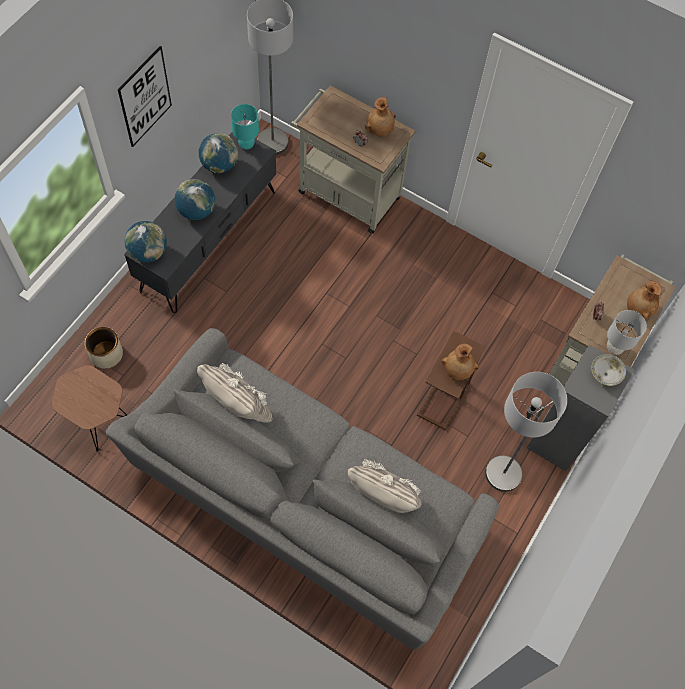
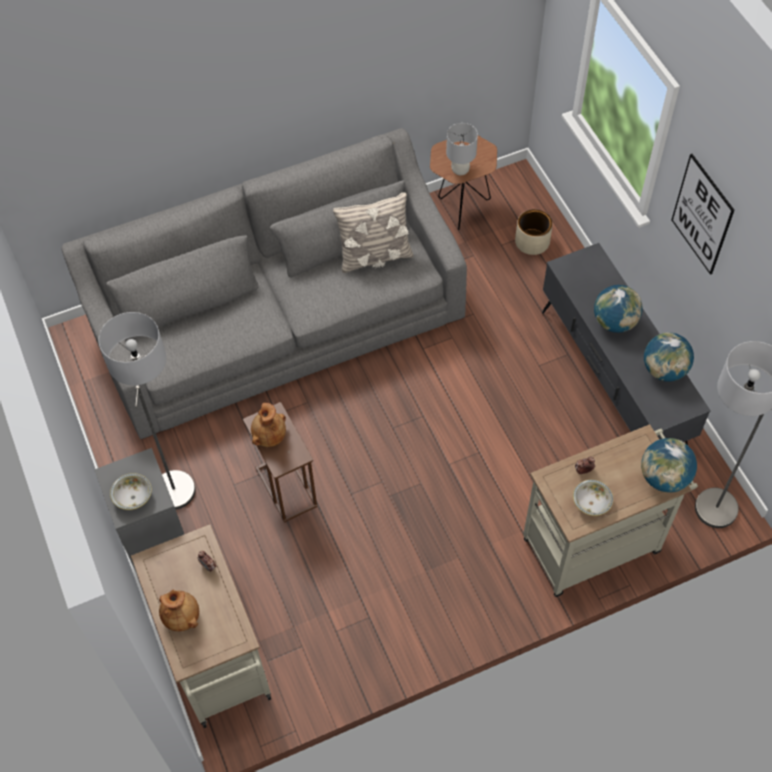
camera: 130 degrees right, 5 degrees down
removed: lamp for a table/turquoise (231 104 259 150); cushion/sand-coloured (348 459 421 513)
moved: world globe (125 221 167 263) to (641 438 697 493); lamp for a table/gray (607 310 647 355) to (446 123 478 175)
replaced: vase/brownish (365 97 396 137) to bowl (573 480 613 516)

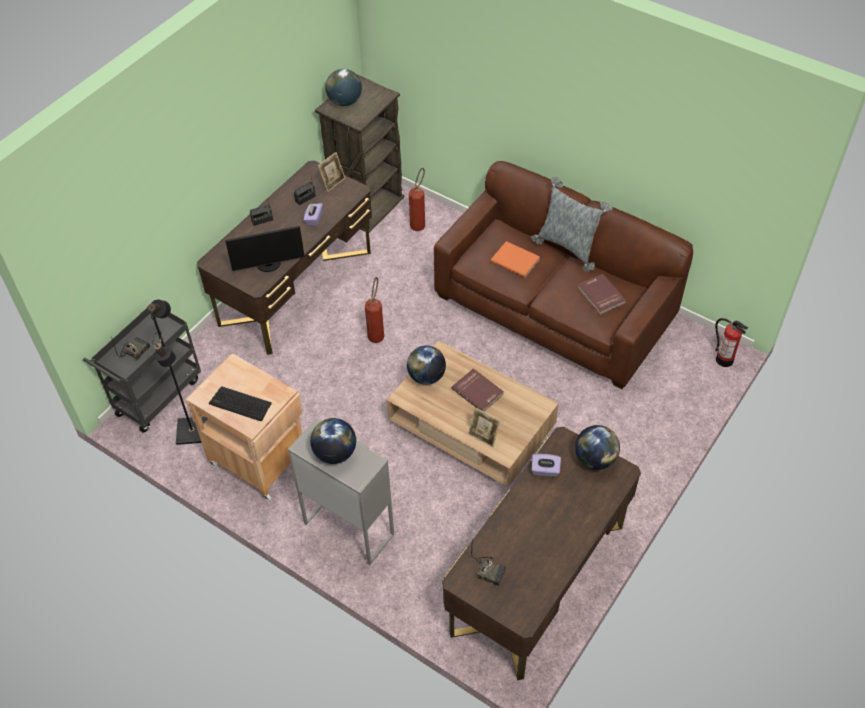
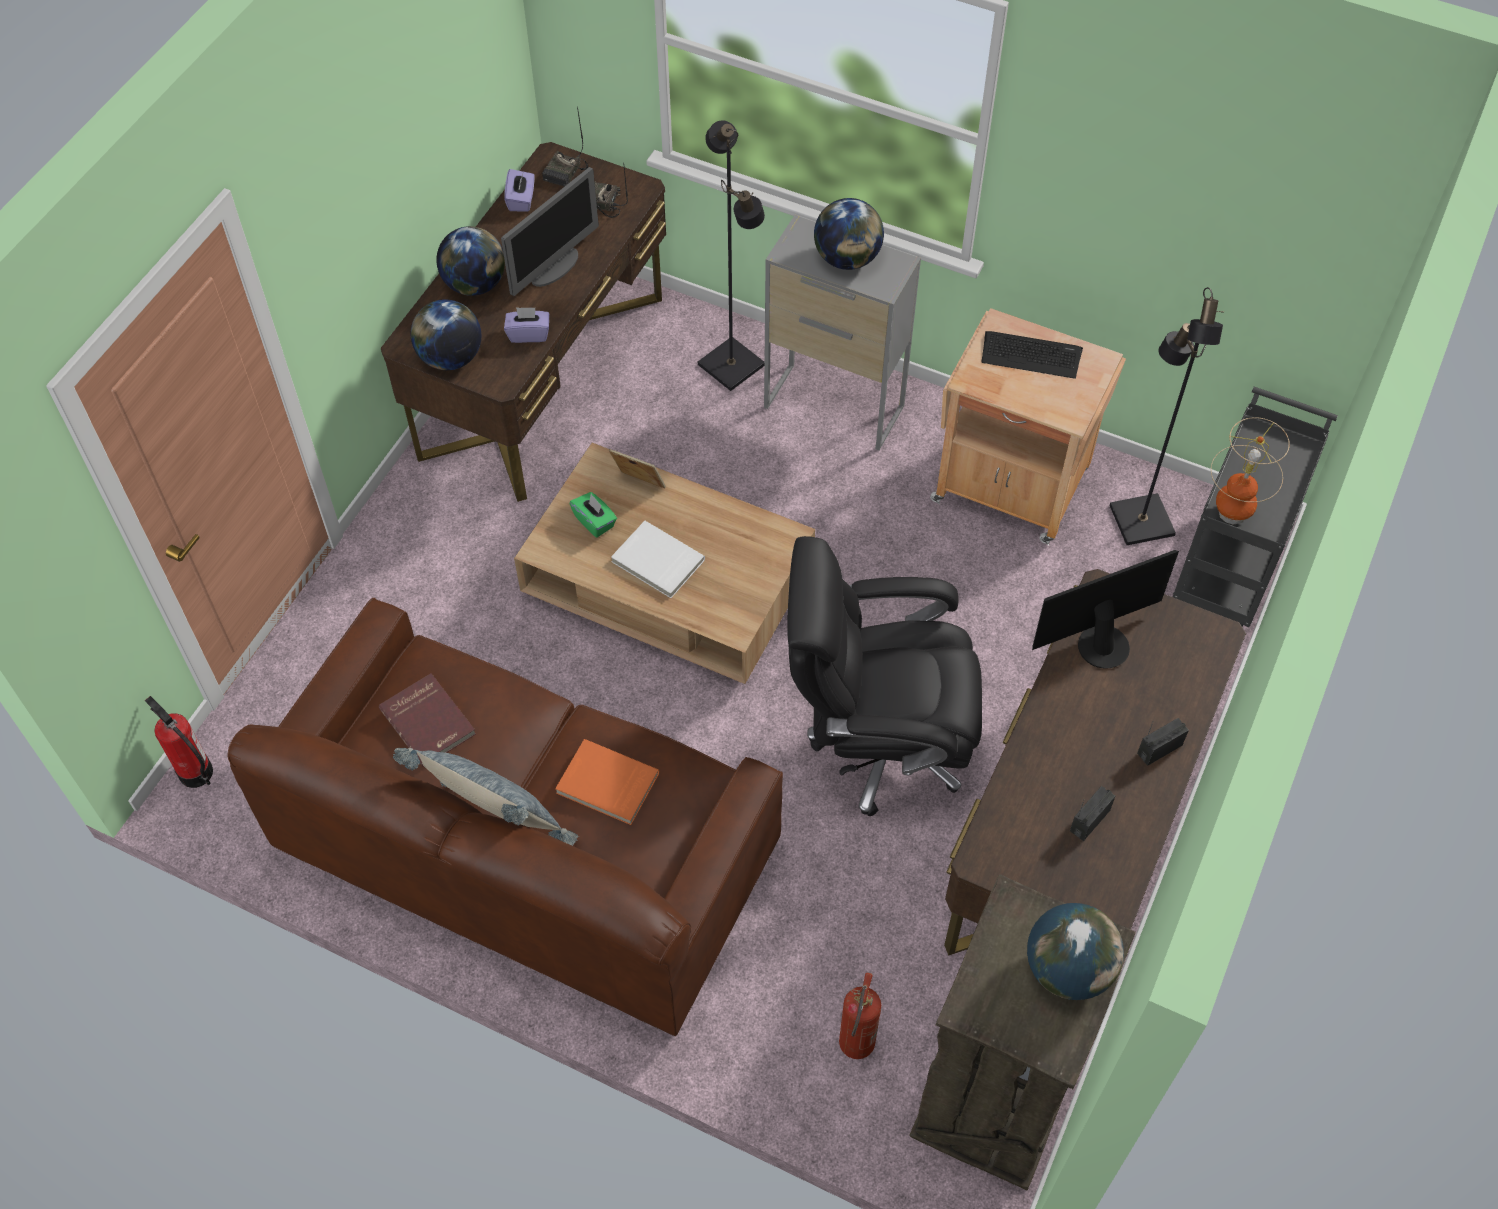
camera: 170 degrees right, 5 degrees up
removed: standing frame (318 152 345 192)
added: computer screen (501 167 599 296); box of tissues/green (569 492 617 538); floor lamp/black (698 120 765 391); lamp for a table (1211 417 1290 525)
moved: radio receiver (111 336 151 361) to (542 106 588 187); box of tissues/purplish (304 203 323 227) to (504 169 535 212); world globe (407 346 446 385) to (437 226 505 296)
replaced: extinguisher (365 277 384 343) to office chair/black (787 536 982 816)
recoloured: book/red-coloured (452 368 504 412) to book/white (611 521 705 598)

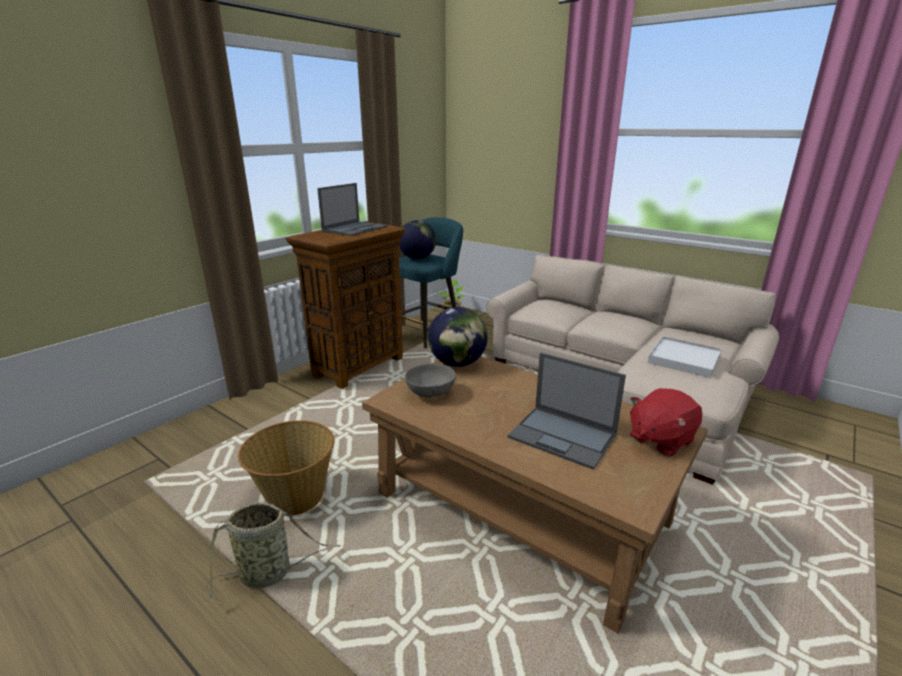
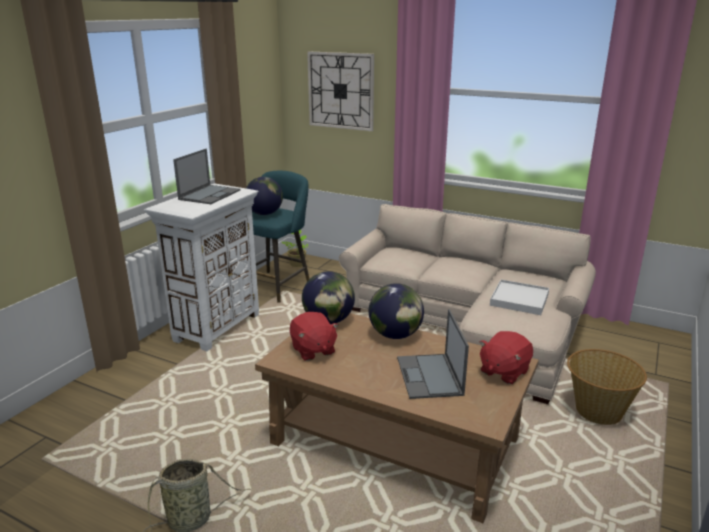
camera: 10 degrees left, 0 degrees up
added: wall clock (307 52 374 131); world globe (369 283 424 339)
moved: storage basket (238 420 334 516) to (567 349 647 425)
replaced: bowl/gray (405 364 456 397) to cuddly toy/red-coloured (290 312 339 361)
recoloured: cabinet/brownish (285 221 406 389) to cabinet/white (144 183 259 351)
turned: portable computer (508 352 626 470) = (397 309 469 399) 60 degrees clockwise

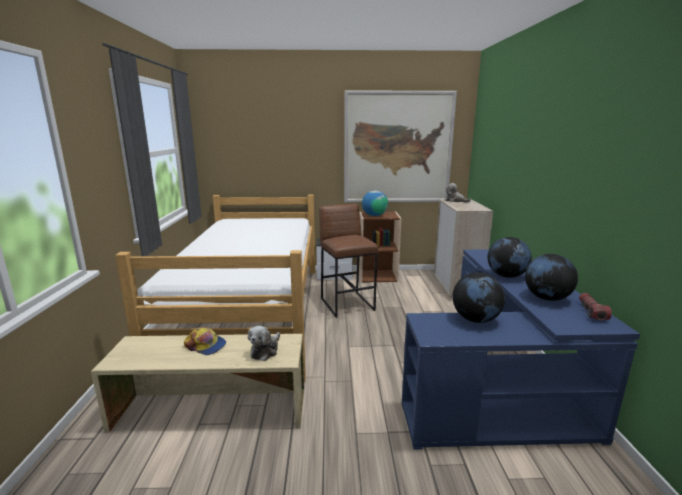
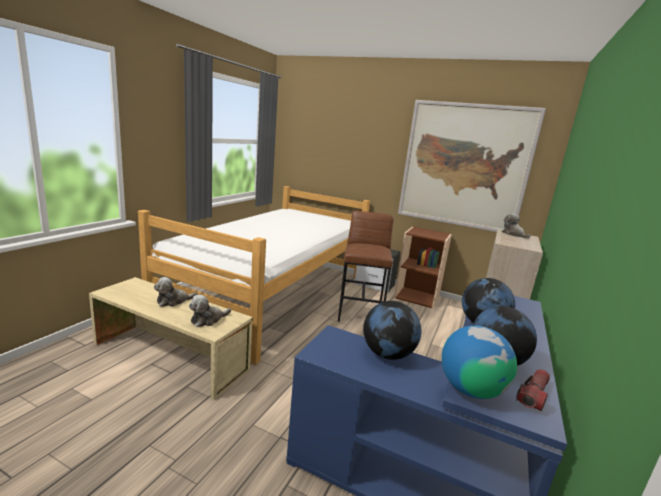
camera: 25 degrees right, 0 degrees up
moved: world globe (362 191 388 216) to (442 326 517 399)
replaced: cap (184 327 226 355) to cuddly toy (154 277 197 307)

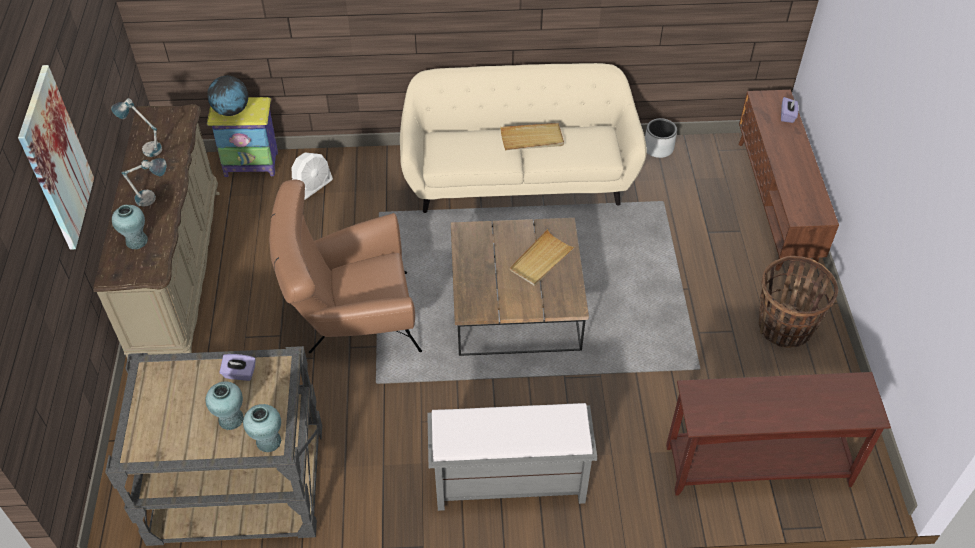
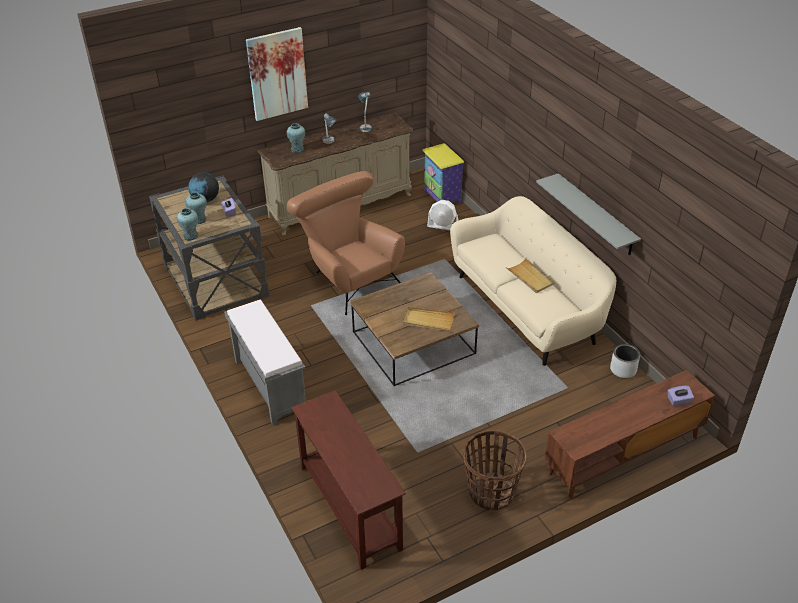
camera: 65 degrees right, 10 degrees down
added: wall shelf/gray (536 173 641 255)
moved: world globe (207 76 248 116) to (188 172 219 202)

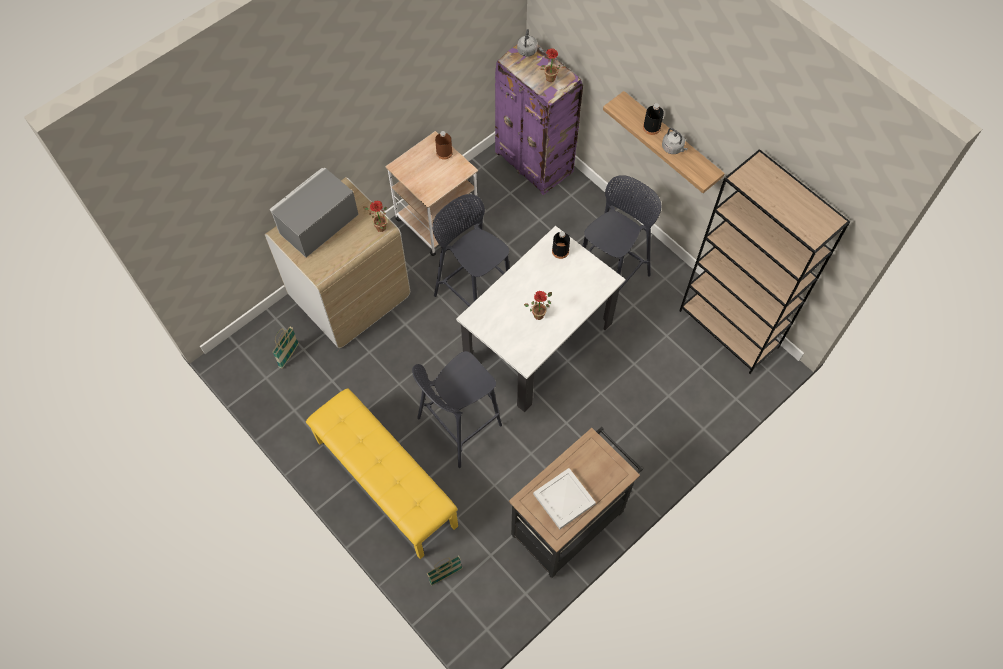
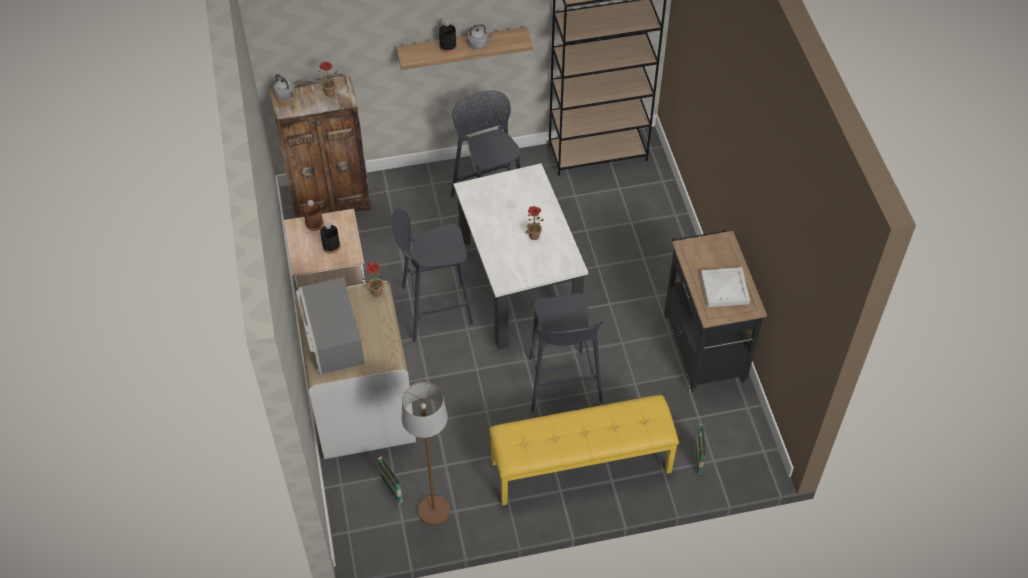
camera: 60 degrees left, 10 degrees down
added: floor lamp/brownish (402 382 450 525)
moved: bottle/black (552 231 570 259) to (320 223 340 254)
recoloured: cabinet/purplish (495 45 583 195) to cabinet/brownish (269 75 372 218)

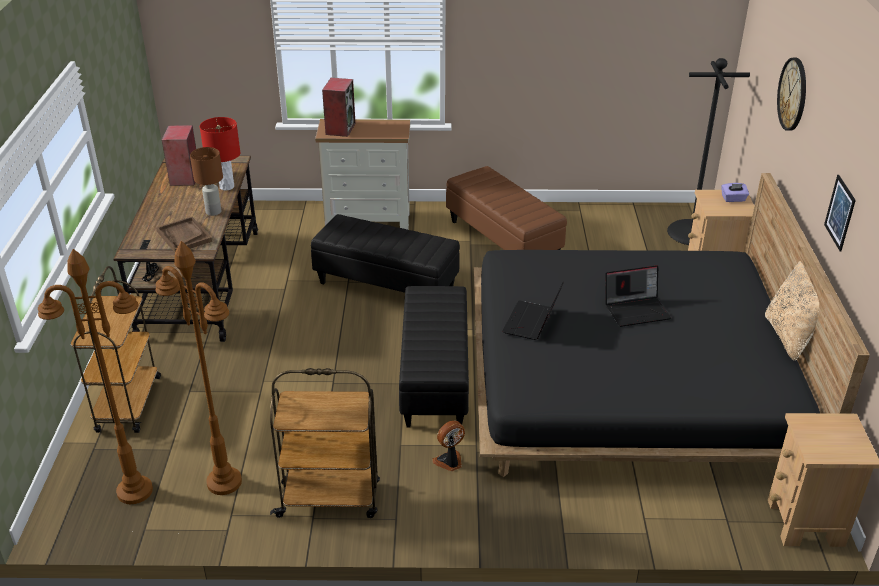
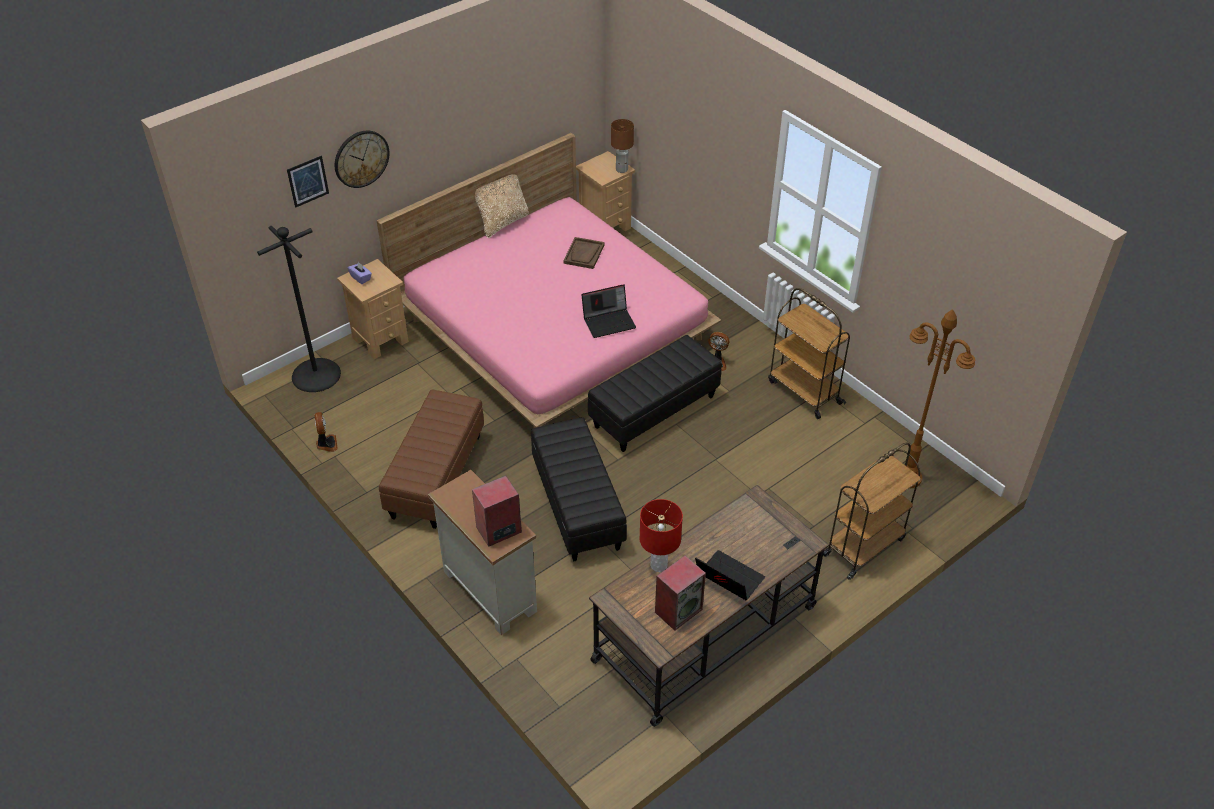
camera: 130 degrees left, 10 degrees up
removed: floor lamp/brownish (155 241 242 495)
added: cooling fan (315 412 338 452)
moved: serving tray/brownish (156 217 212 252) to (563 237 604 269); lamp for a table/brownish (190 147 223 216) to (611 119 634 173); portable computer (606 265 671 327) to (695 550 765 600); wall art (824 175 856 251) to (287 156 329 208)
recoloured: bed/black (474 173 870 477) to bed/pinkish (377 133 721 428)

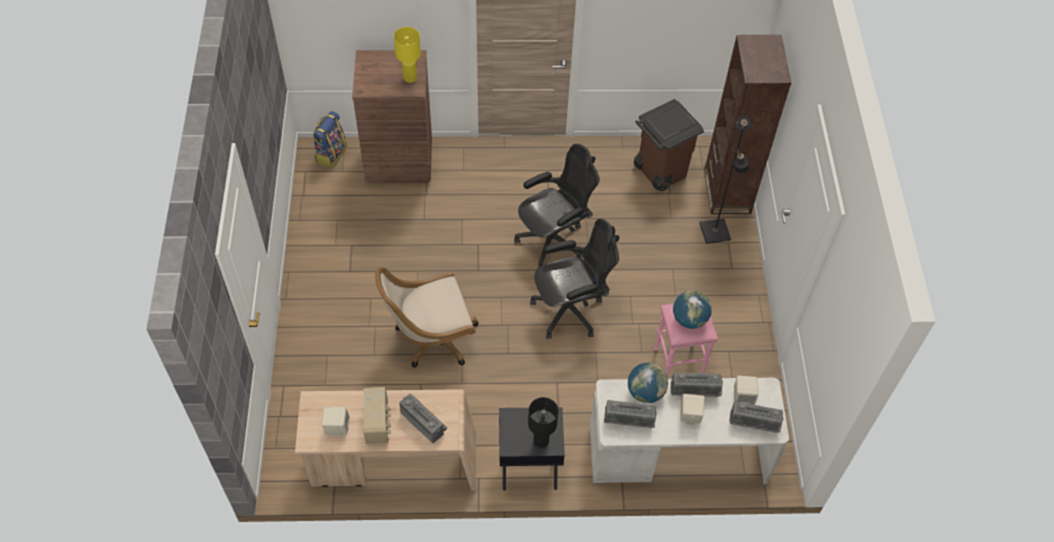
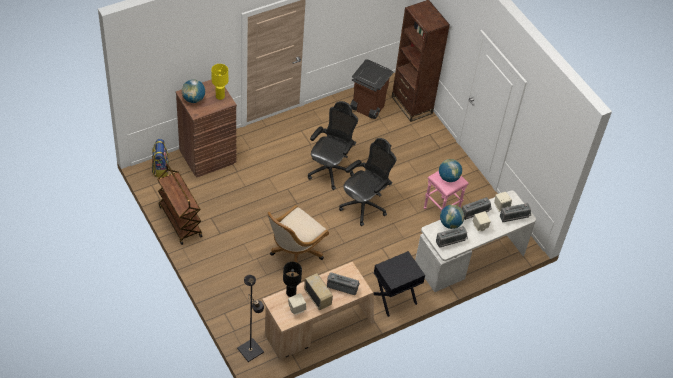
camera: 30 degrees left, 5 degrees down
added: trolley/brownish (157 164 202 245); world globe (182 79 205 103)
moved: lamp for a table/black (528 397 558 448) to (283 262 302 297); floor lamp/black (699 116 751 244) to (237 275 264 362)

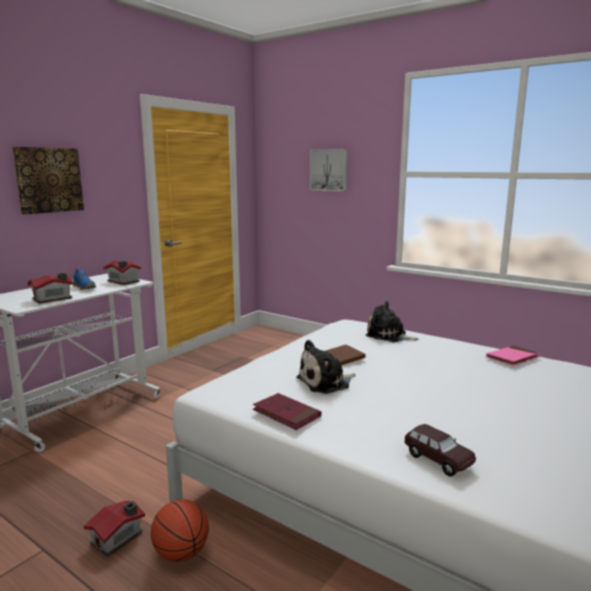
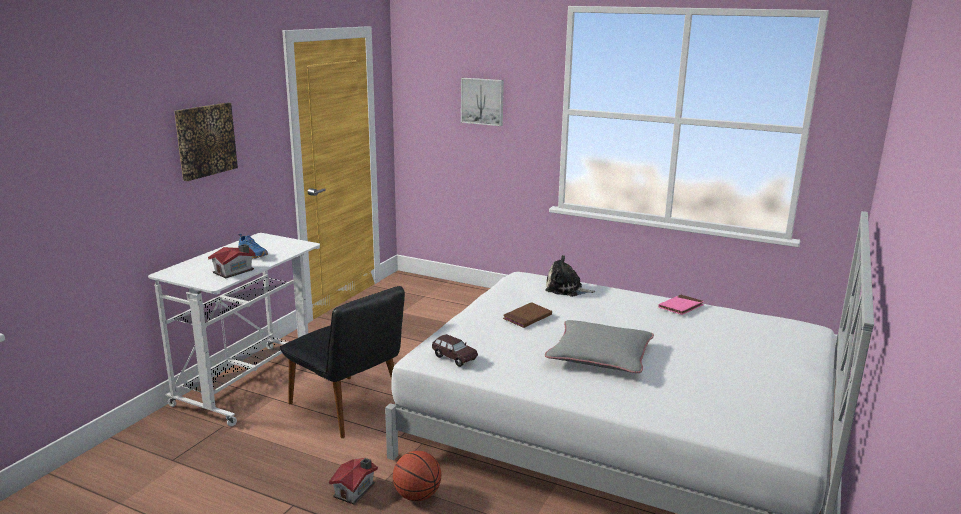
camera: 10 degrees left, 5 degrees up
removed: miniature house (104 261 141 285); book/red-coloured (253 393 321 430); cuddly toy (296 340 356 394)
added: chair/black (280 286 405 438); cushion/gray (545 320 654 373)
moved: miniature car/brownish (405 424 476 477) to (432 334 478 367)

